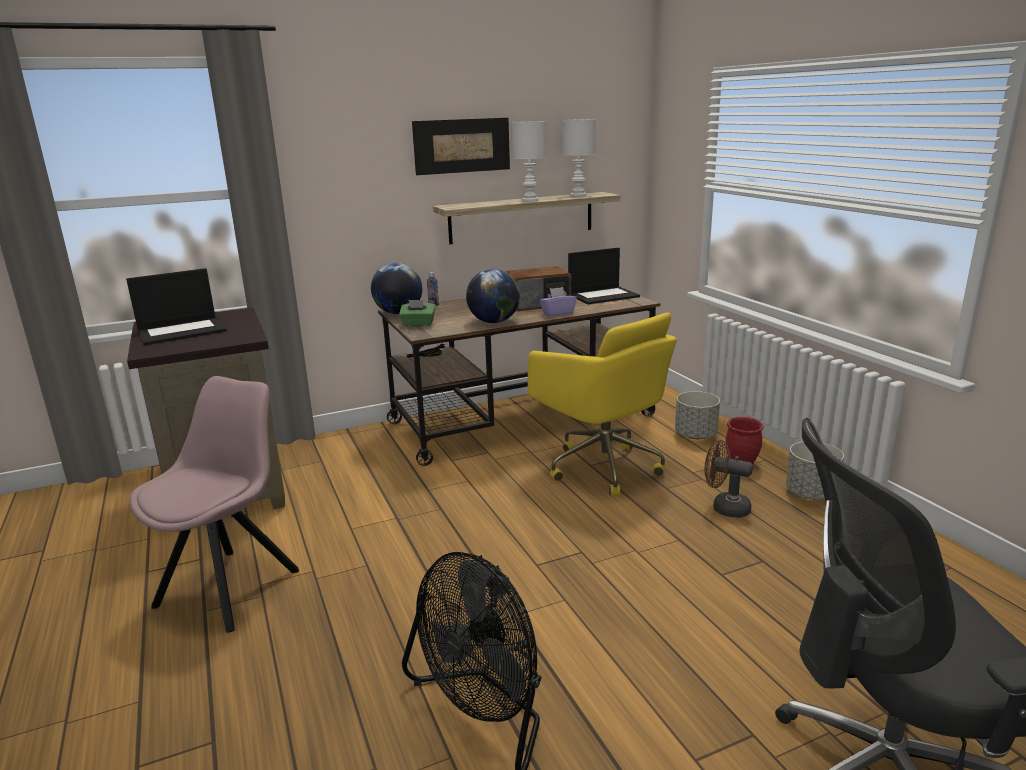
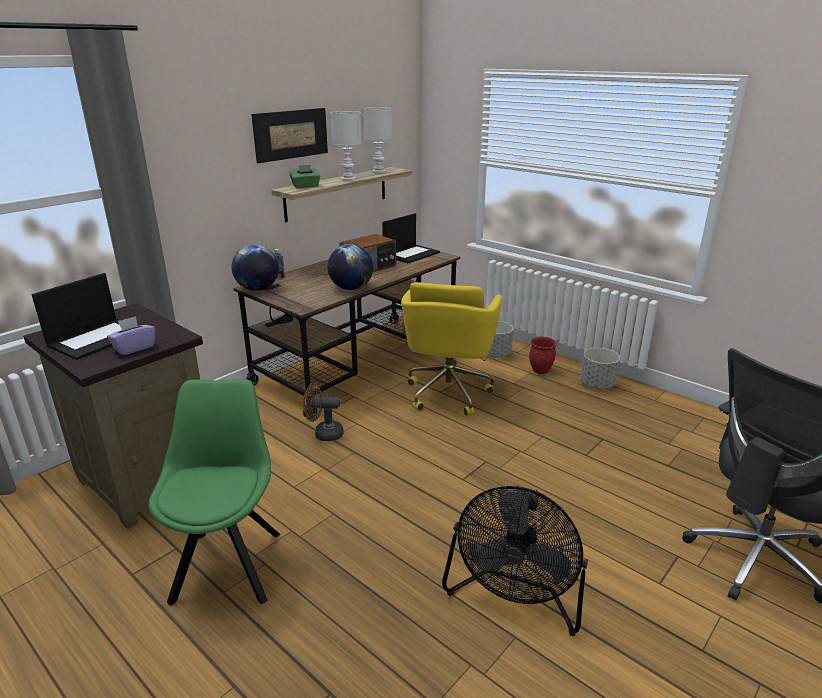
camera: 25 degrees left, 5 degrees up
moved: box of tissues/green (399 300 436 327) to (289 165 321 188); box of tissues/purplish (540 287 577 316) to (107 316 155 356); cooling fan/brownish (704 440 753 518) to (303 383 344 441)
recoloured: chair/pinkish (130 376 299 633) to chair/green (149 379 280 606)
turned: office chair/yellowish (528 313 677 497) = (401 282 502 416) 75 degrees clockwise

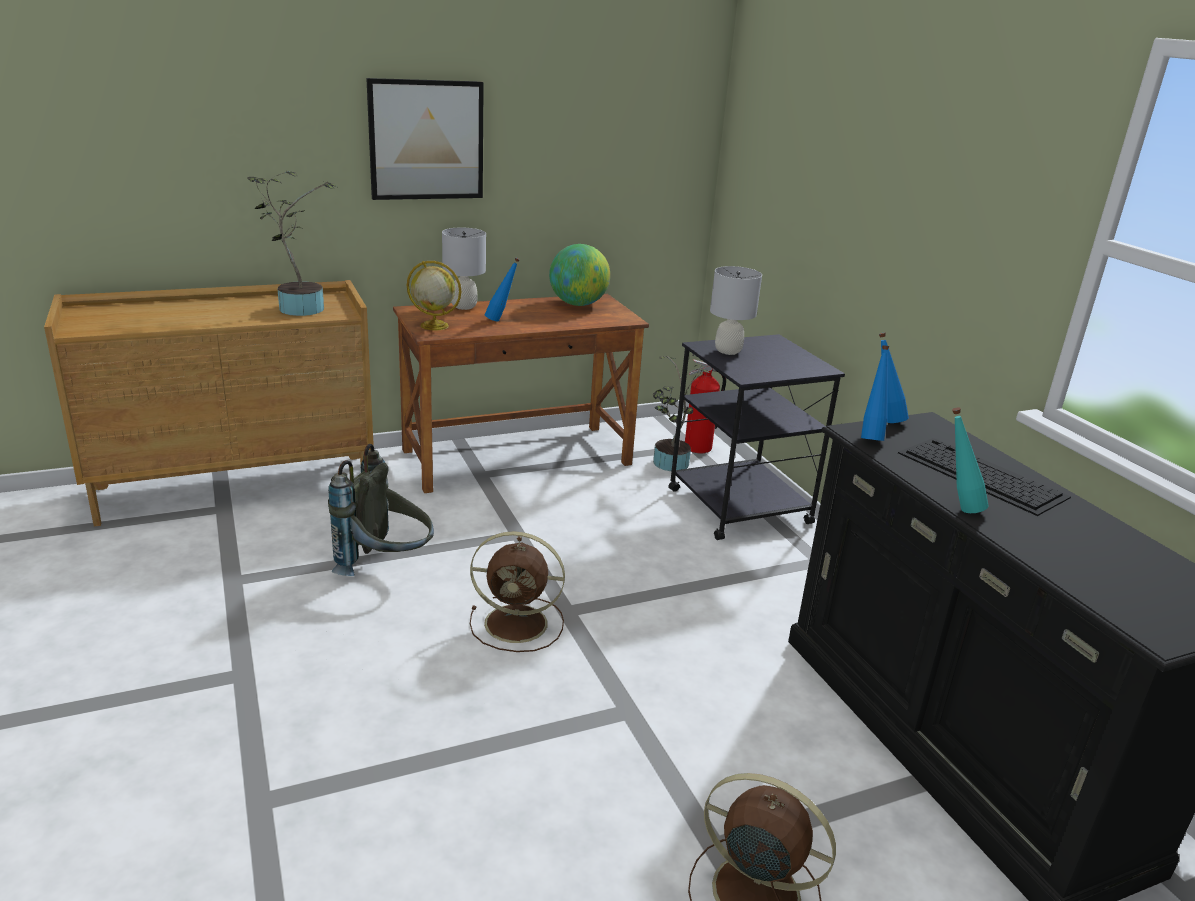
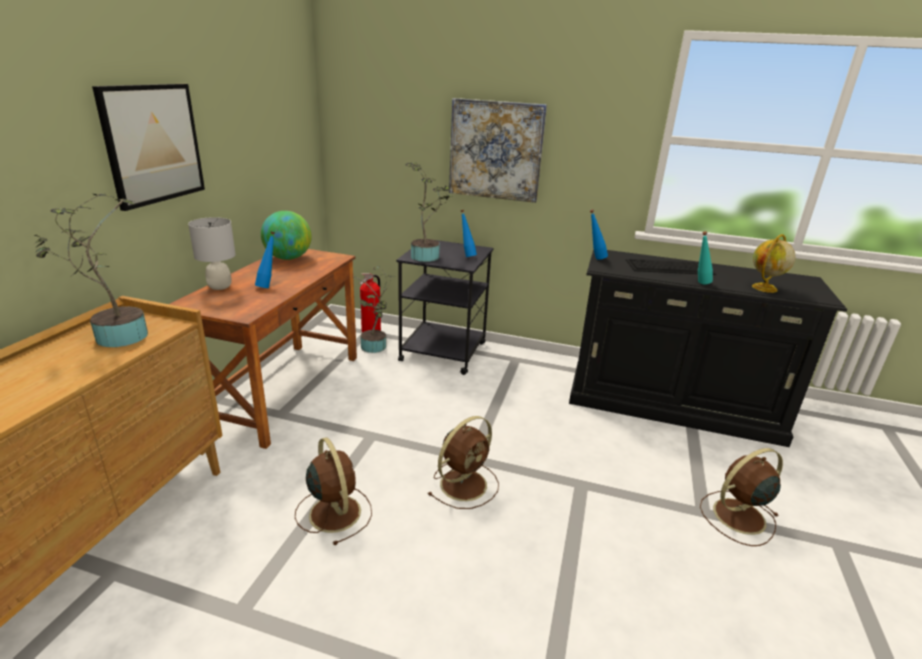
camera: 50 degrees left, 0 degrees up
added: wall art (449 98 547 203)
moved: world globe (407 261 461 330) to (752 234 796 293); bottle/blue-coloured (861 345 889 441) to (461 210 477 257)
replaced: backpack/gray (328 444 434 576) to cooling fan/brownish (295 437 372 545); lamp for a table/gray (710 266 762 355) to plant in a pot (406 163 453 262)

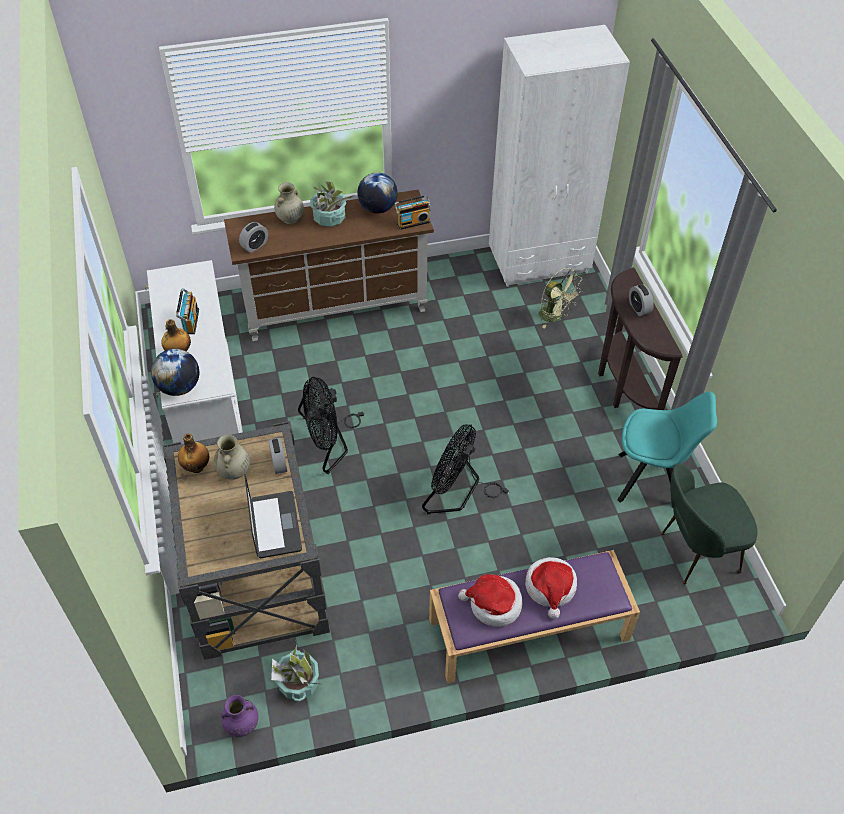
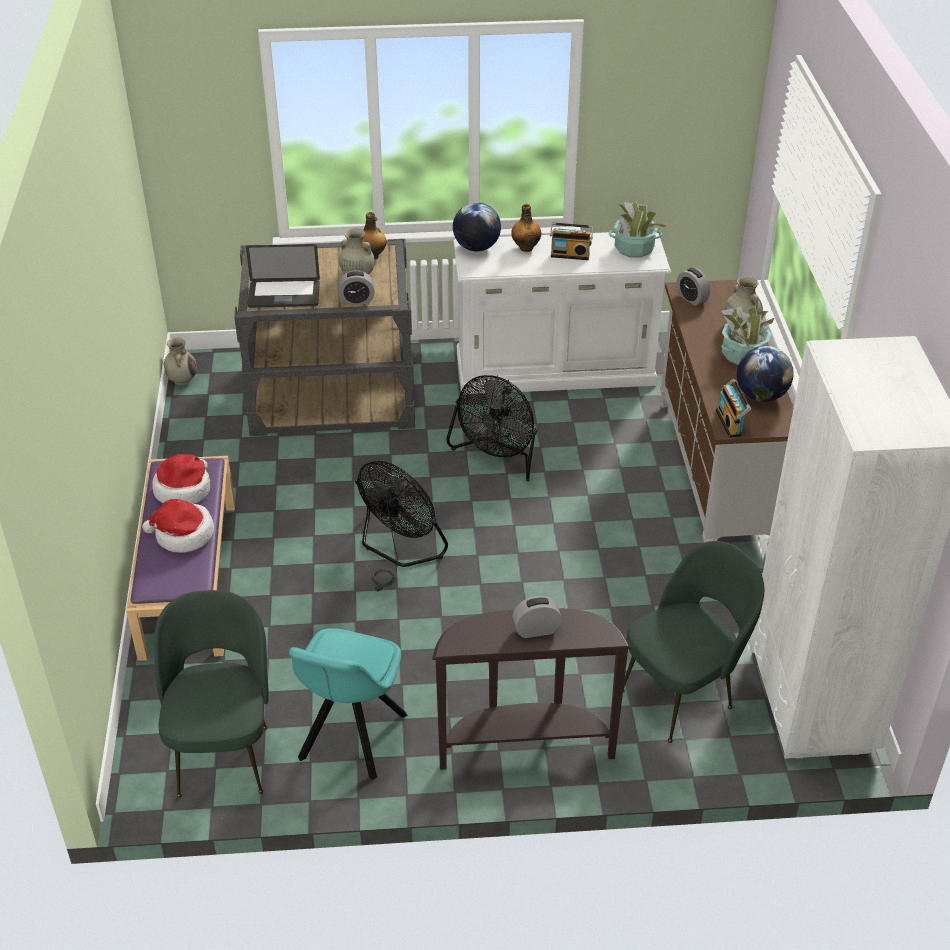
camera: 100 degrees right, 10 degrees down
moved: plant in a pot (271 644 319 701) to (609 201 668 258)
replaced: cooling fan/green (539 268 583 329) to chair/green (623 541 764 743)
recoloured: vase/purplish (221 695 258 737) to vase/sand-coloured (164 338 197 385)
turned: cooling fan/black (298 377 364 474) = (446 375 537 481) 135 degrees counterclockwise

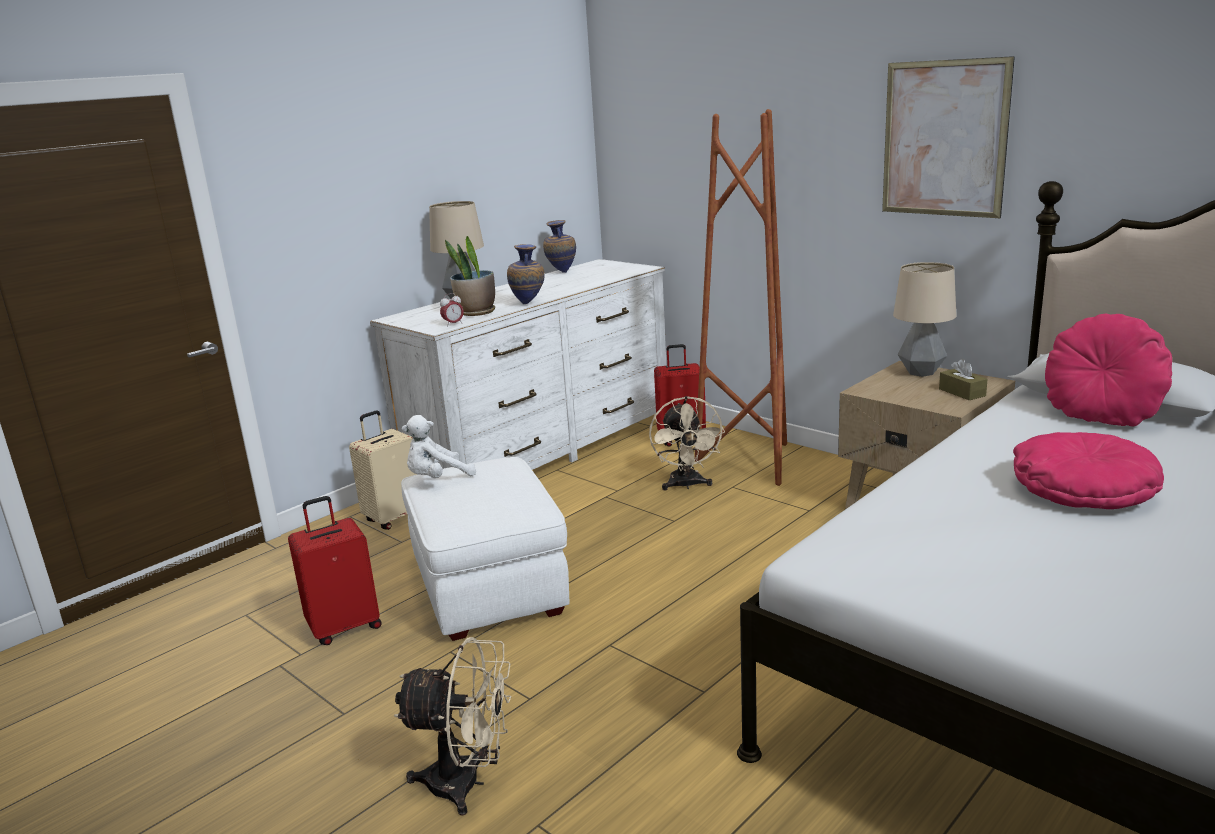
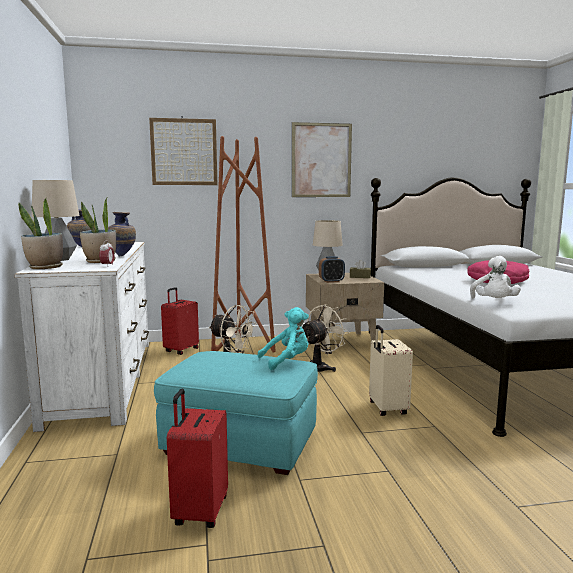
camera: 55 degrees left, 10 degrees down
removed: cushion/pinkish (1045 313 1172 426)
added: plant in a pot (18 198 63 269); wall art (149 116 218 185); cuddly toy/turquoise (257 307 309 370); bedside clock (319 256 345 283)
moved: travel case/sand-coloured (349 410 417 530) to (369 325 413 416); cooling fan/sand-coloured (393 637 512 816) to (302 304 350 372); cuddly toy/white (402 415 476 478) to (470 256 521 298)
recoloured: pouffe/white (401 457 570 641) to pouffe/turquoise (154 351 318 475)

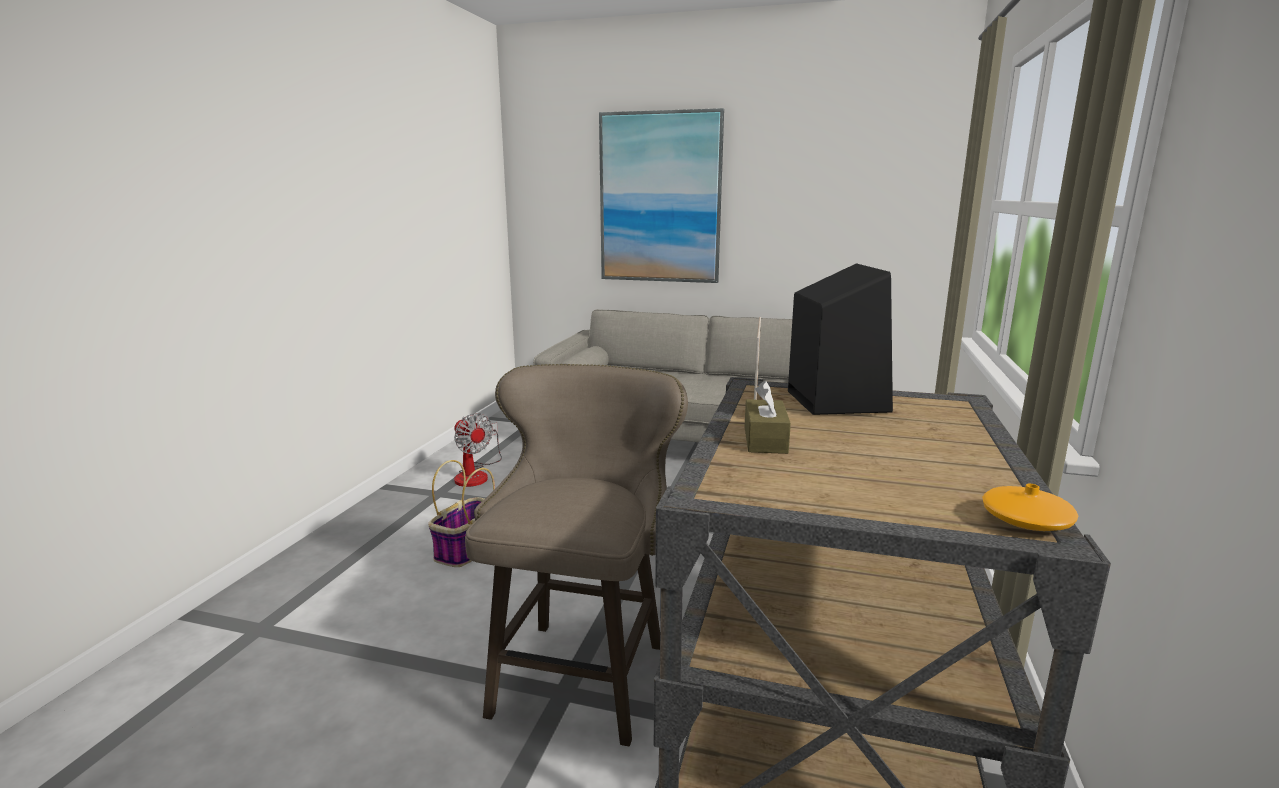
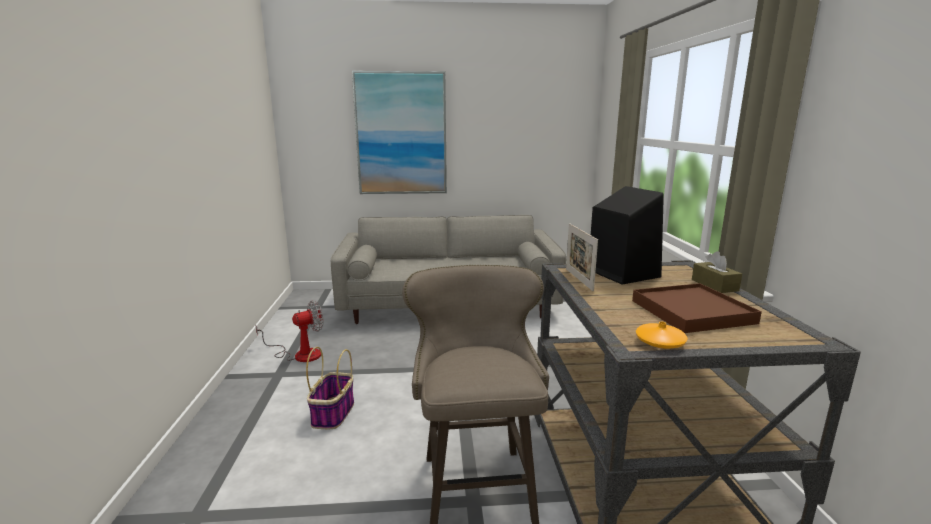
camera: 20 degrees left, 0 degrees up
added: serving tray/brownish (632 283 762 333)
moved: box of tissues/brownish (745 381 791 454) to (692 251 742 293); vase/orange (982 484 1078 531) to (636 322 688 349)
turned: cooling fan (454 413 502 487) = (255 301 323 362) 60 degrees counterclockwise

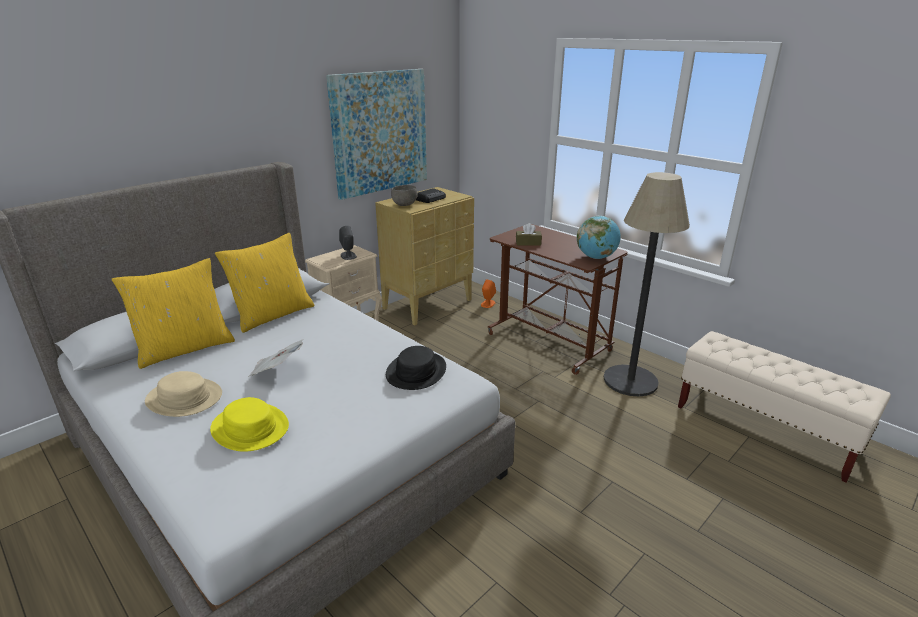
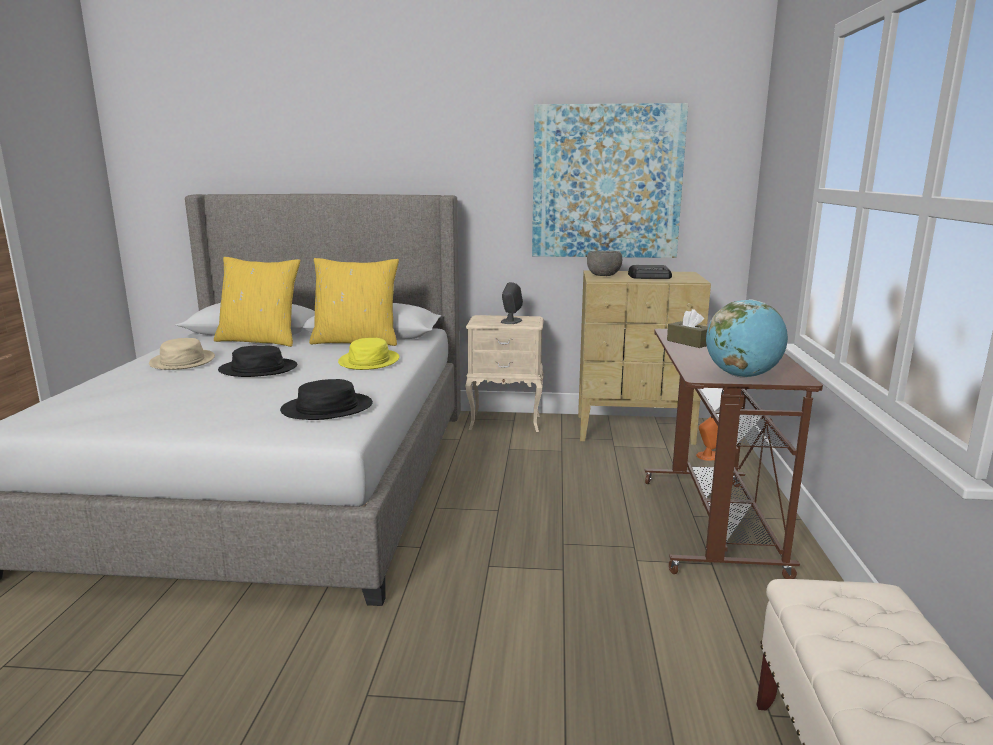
camera: 50 degrees right, 10 degrees down
removed: floor lamp (604 172 690 397)
moved: hat/yellowish (210 397 289 452) to (338 338 399 370)
replaced: daily paper (248 339 304 377) to hat/black (218 345 297 377)

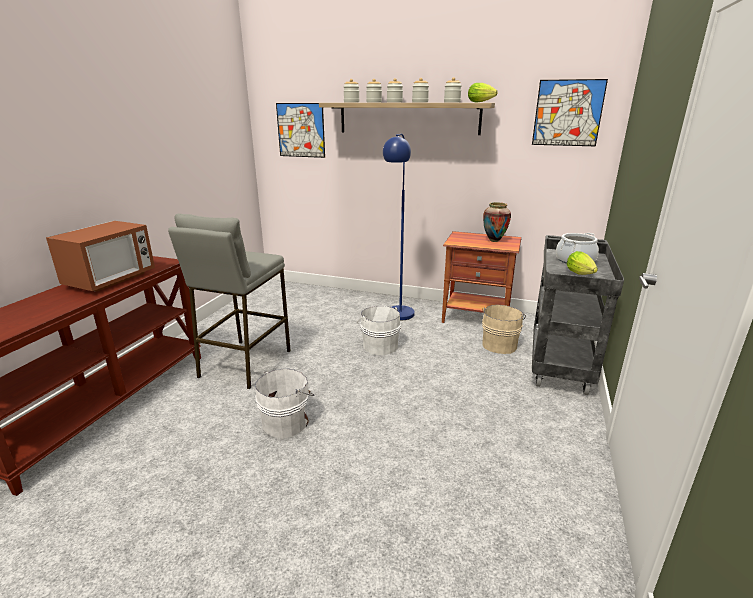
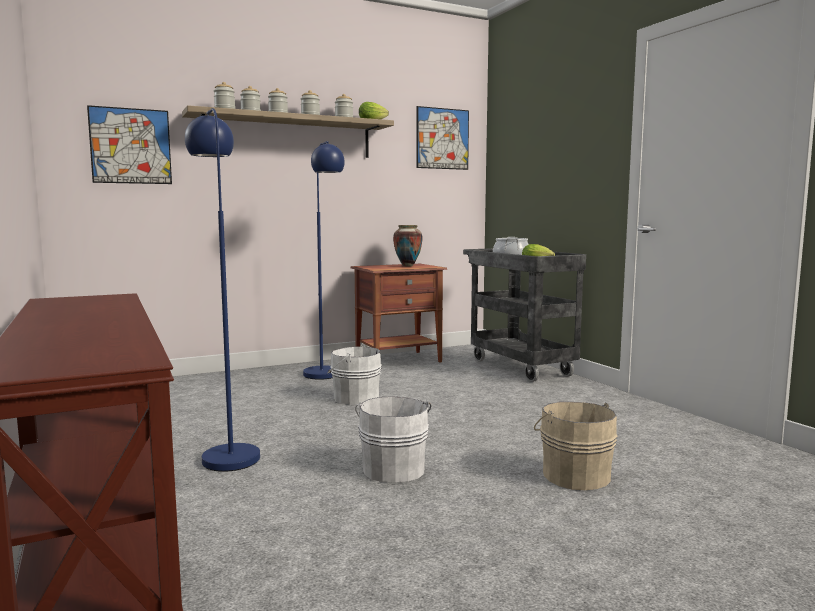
camera: 45 degrees left, 15 degrees down
removed: microwave (46 221 155 292)
moved: bucket/sand-coloured (482 305 526 354) to (534 402 618 490)
replaced: sitting stool/gray (168 213 291 389) to floor lamp/blue-coloured (185 108 260 472)

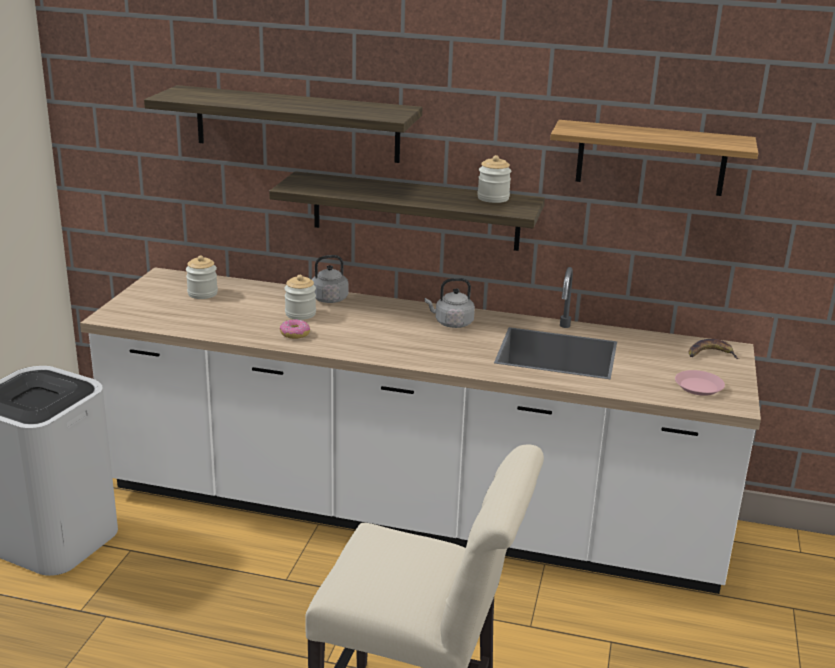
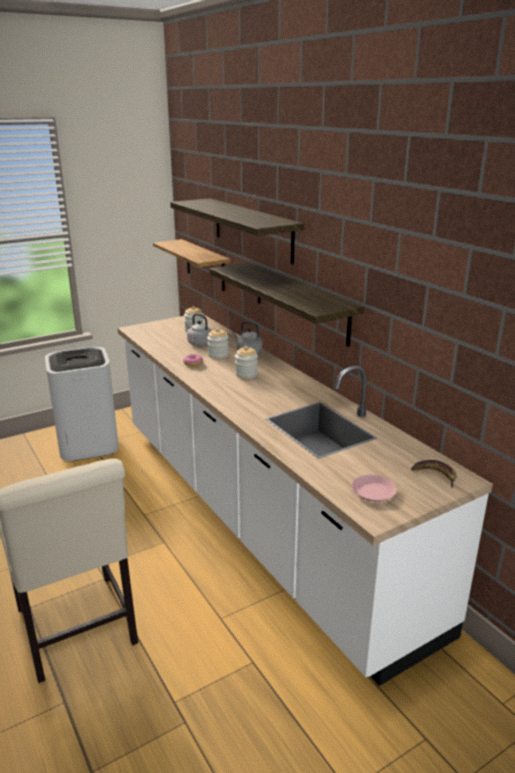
camera: 45 degrees right, 0 degrees up
moved: kettle/gray (425 278 475 328) to (186 313 212 346); jar (477 155 511 203) to (235 346 258 379); wall shelf (550 120 758 196) to (153 239 230 291)

